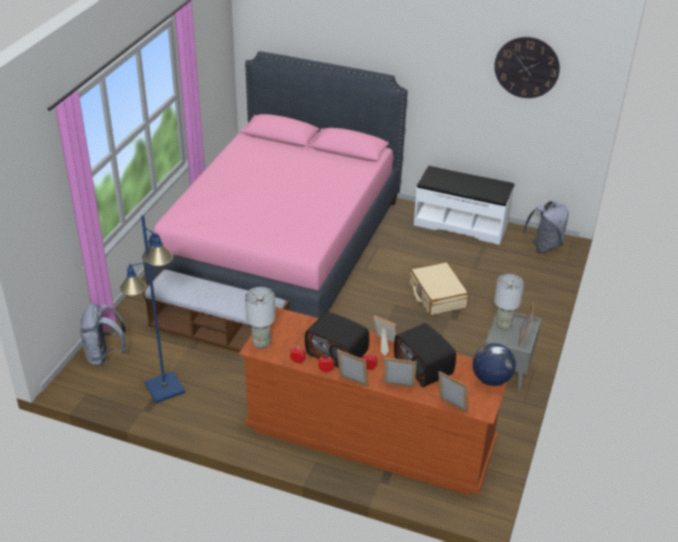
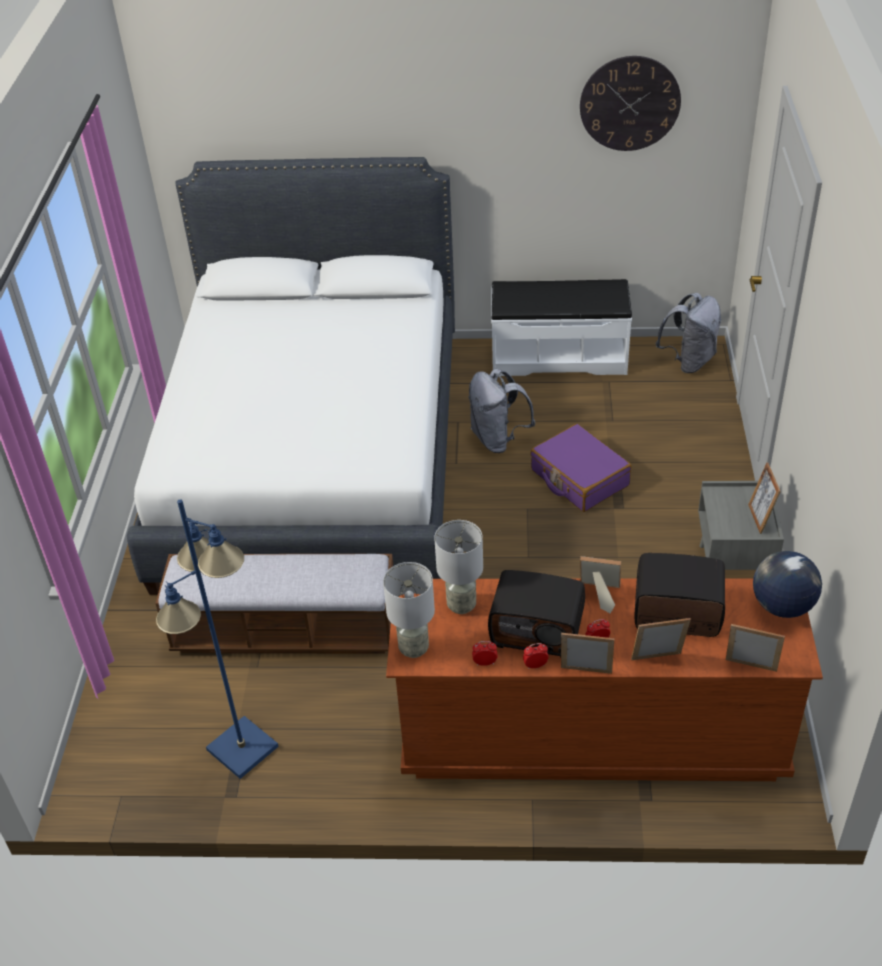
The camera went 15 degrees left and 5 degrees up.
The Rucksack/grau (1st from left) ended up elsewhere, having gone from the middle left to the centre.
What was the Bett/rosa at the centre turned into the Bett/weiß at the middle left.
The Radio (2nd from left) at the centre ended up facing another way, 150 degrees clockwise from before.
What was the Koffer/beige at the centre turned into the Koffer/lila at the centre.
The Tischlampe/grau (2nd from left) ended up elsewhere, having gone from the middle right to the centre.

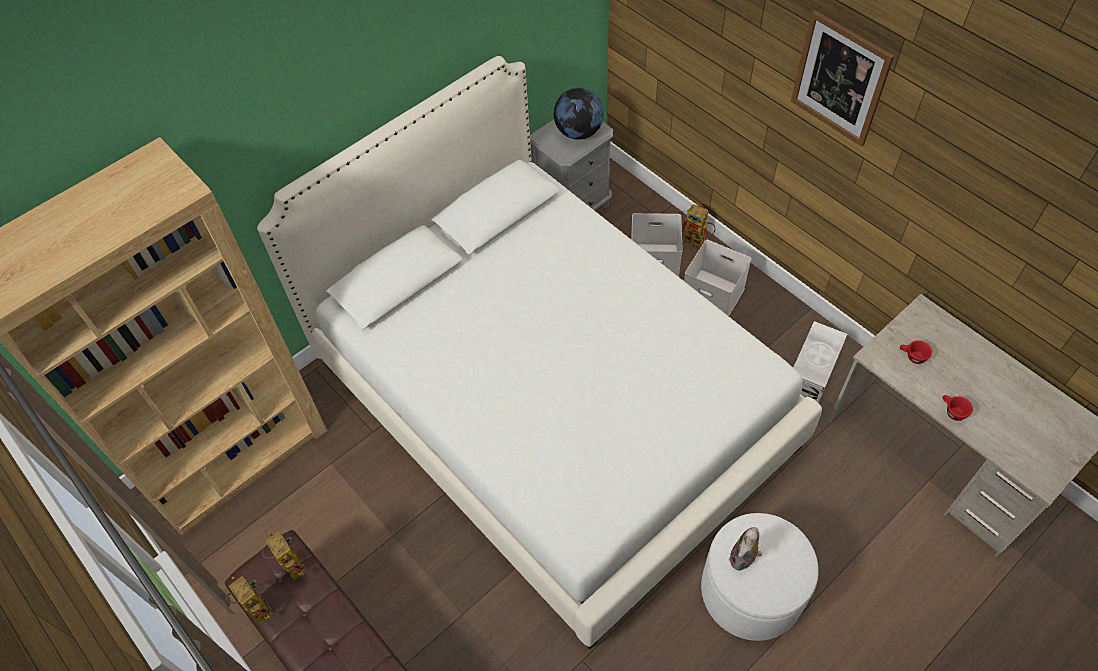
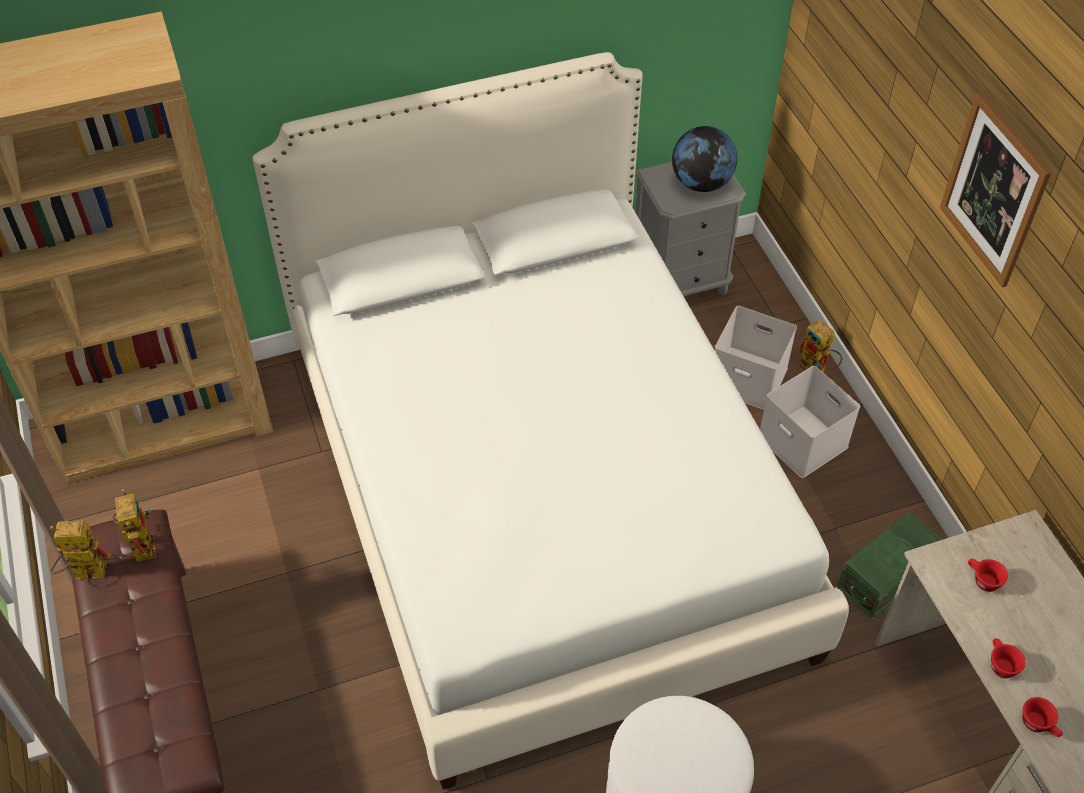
The camera went 20 degrees right and 5 degrees down.
The Spielzeugroboter (1st from left) at the bottom left ended up facing another way, 75 degrees counterclockwise from before.
The second view lost the Plüschtier at the bottom right.
What was the Aufbewahrungsbox/weiß (3rd from left) at the middle right turned into the Aufbewahrungsbox/grün at the bottom right.
The second view gained the Tasse/rot (3rd from left) at the bottom right.

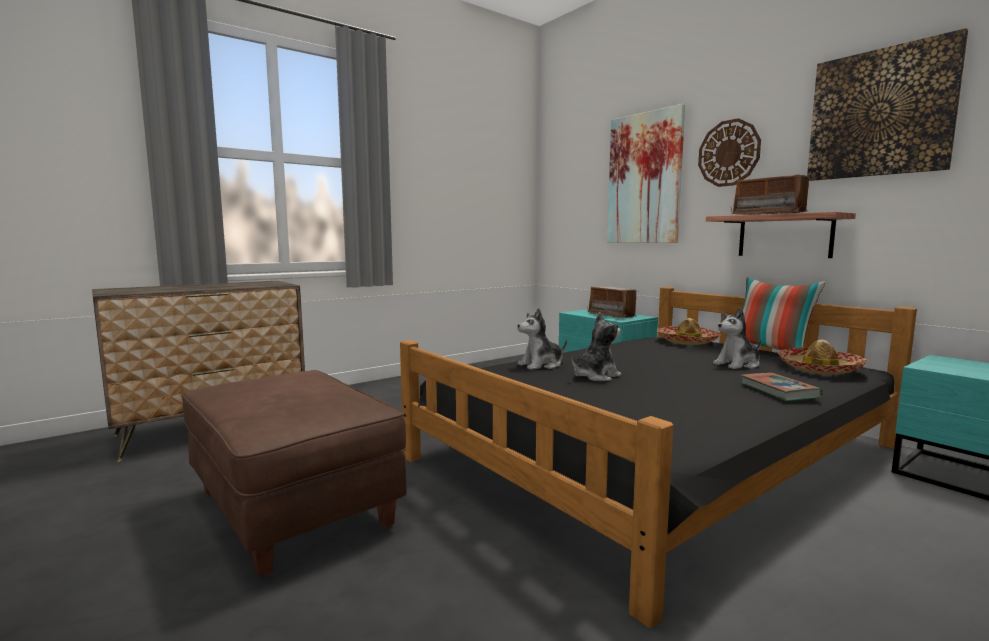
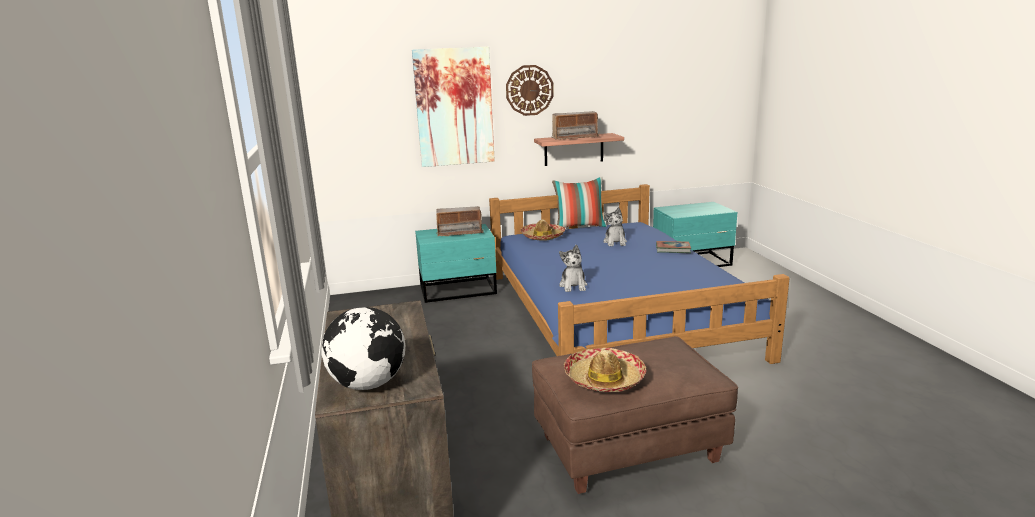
The camera went 65 degrees left and 10 degrees up.
What was the Bett/schwarz at the bottom centre turned into the Bett/blau at the centre.
The second view lost the Plüschtier (2nd from left) at the centre.
The Hut (2nd from left) ended up elsewhere, having gone from the middle right to the bottom centre.
The second view lost the Bild (2nd from left) at the top right.
The second view gained the Globus at the bottom centre.

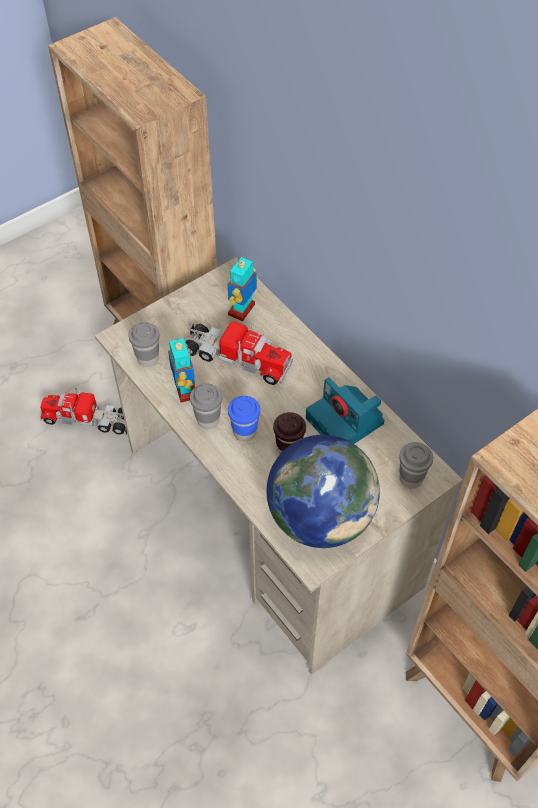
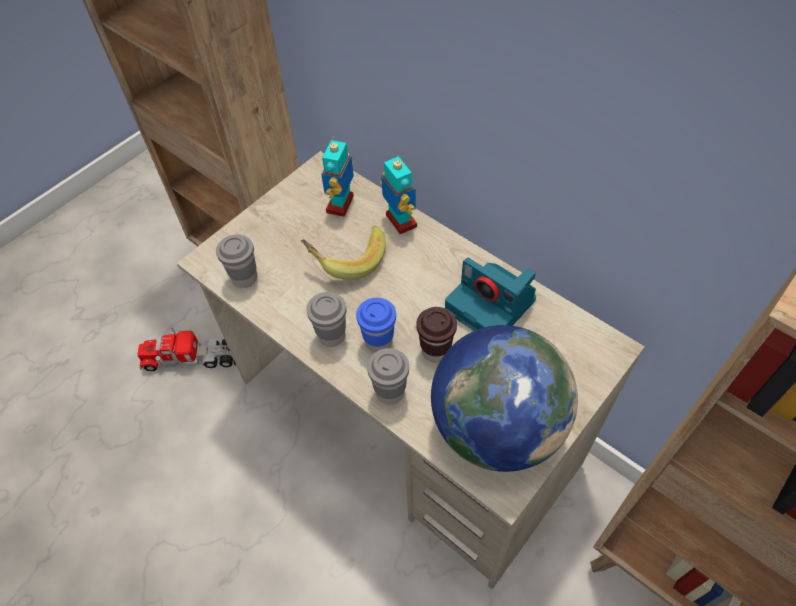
The camera went 10 degrees left and 0 degrees up.
The Spielzeugroboter (1st from left in the first image) ended up elsewhere, having gone from the centre to the top centre.
Where the Spielzeuglaster (2nd from left) stood at the centre, the Banane came to stand at the centre.
The Tasse/grau (3rd from left) ended up elsewhere, having gone from the middle right to the centre.

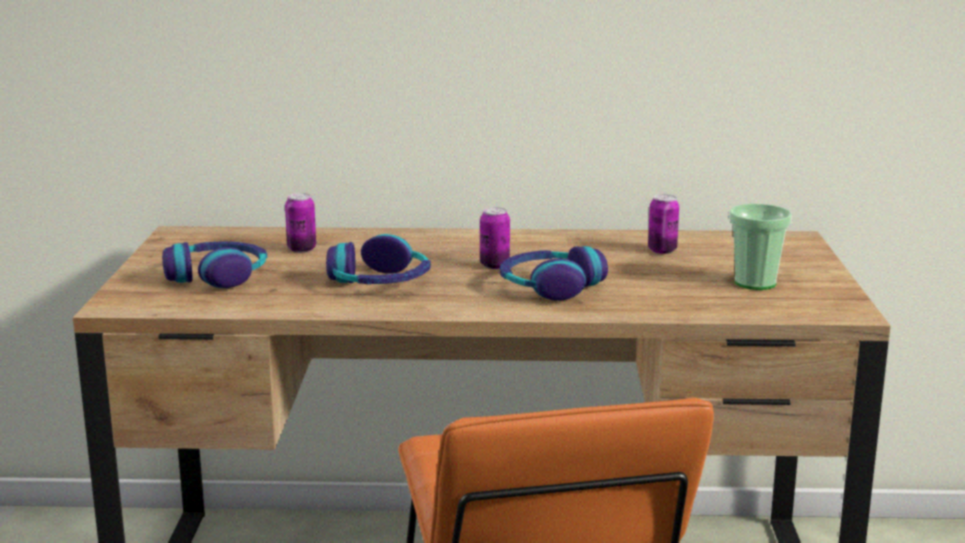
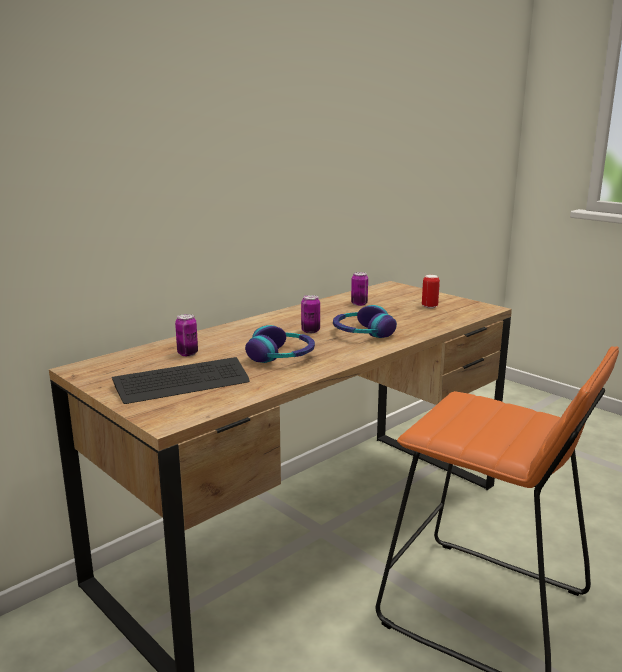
The camera went 45 degrees left and 0 degrees up.
Where the Kopfhörer (1st from left) stood at the middle left, the Tastatur came to stand at the middle left.
Where the Tasse stood at the middle right, the Dose (4th from left) came to stand at the middle right.

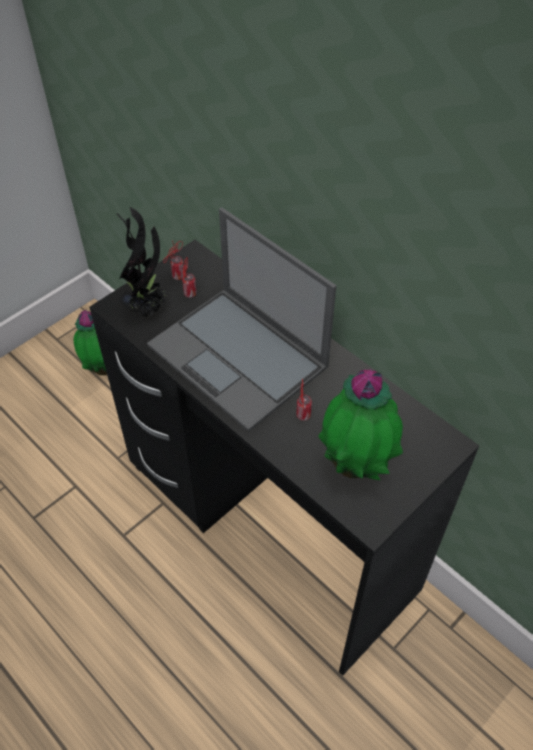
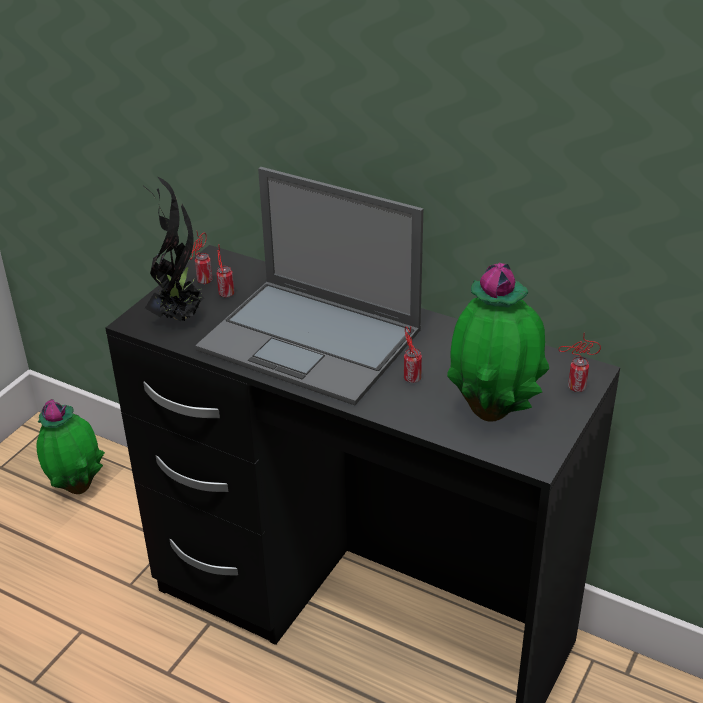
The camera went 15 degrees left and 15 degrees down.
The second view gained the Dose (4th from left) at the middle right.

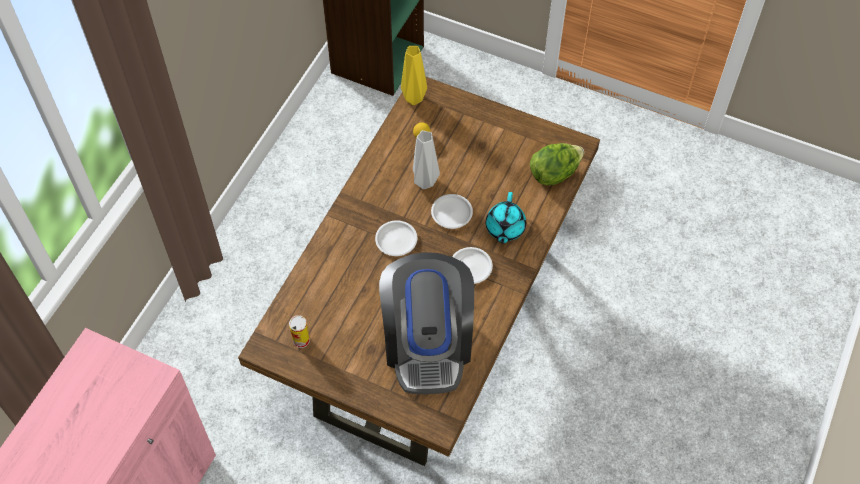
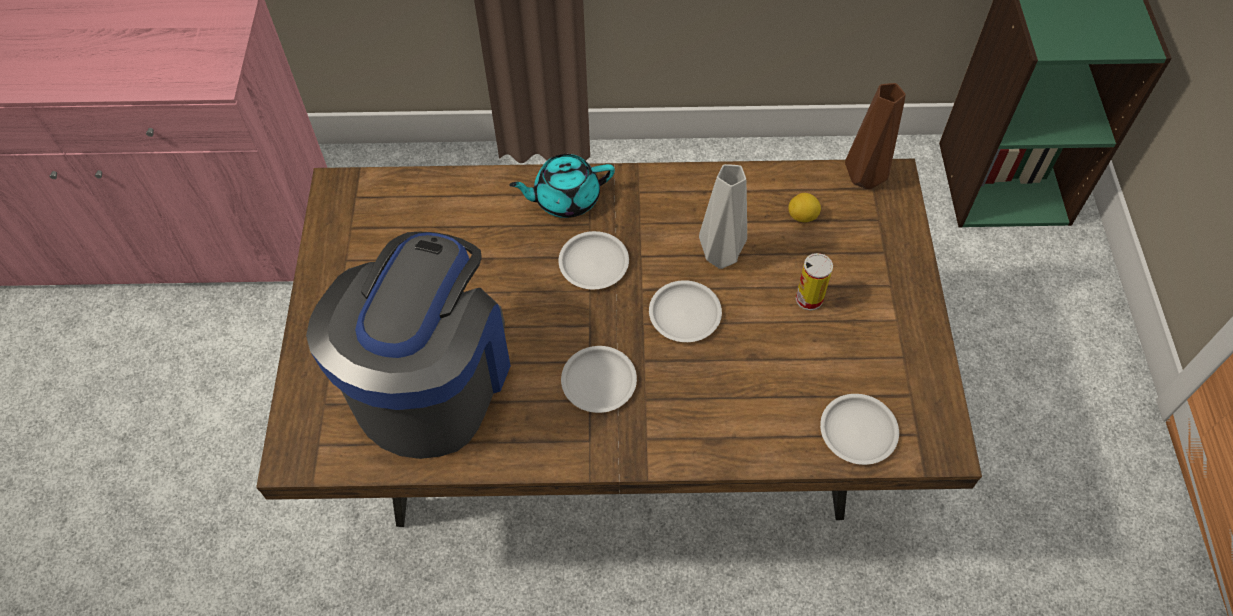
The camera went 65 degrees right and 0 degrees up.
The Dose ended up elsewhere, having gone from the bottom centre to the centre.
The Kaffeemaschine at the bottom centre ended up facing another way, 135 degrees clockwise from before.
What was the Vase/gelb at the top centre turned into the Vase/braun at the top right.
The Teekanne/türkis ended up elsewhere, having gone from the centre to the top centre.
Where the Salatkopf stood at the centre, the Teller/weiß (4th from left) came to stand at the bottom right.

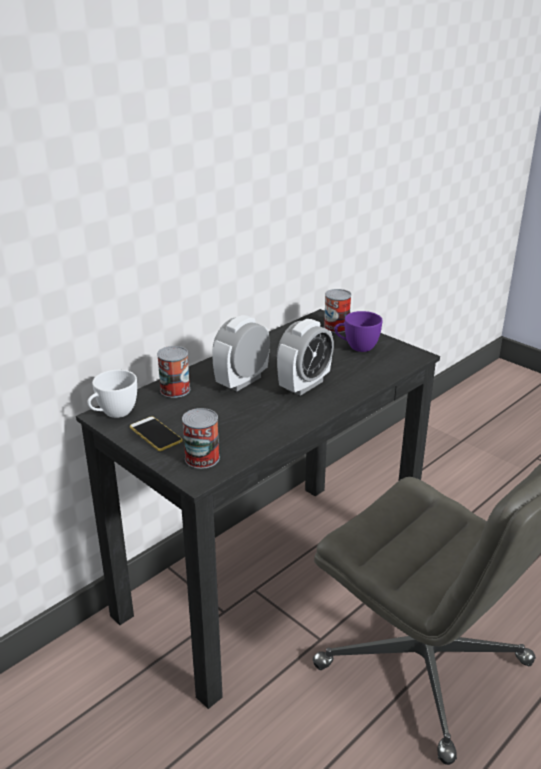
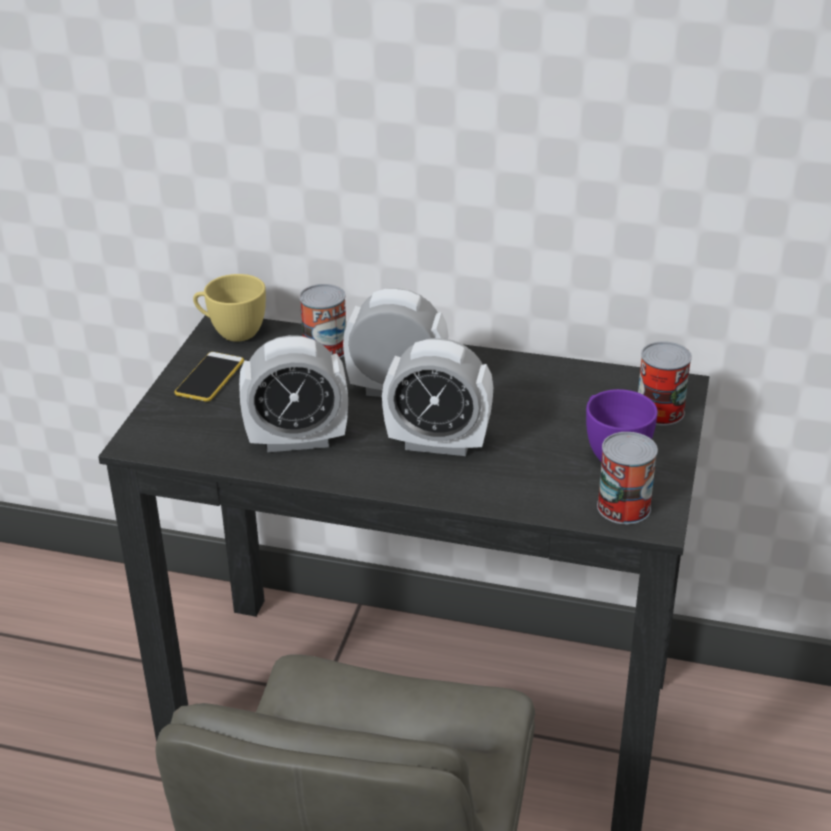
The camera went 60 degrees right and 5 degrees up.
What was the Tasse/weiß at the middle left turned into the Tasse/gelb at the middle left.
The Dose (2nd from left) ended up elsewhere, having gone from the centre to the middle right.
The second view gained the Wecker (1st from left) at the centre.

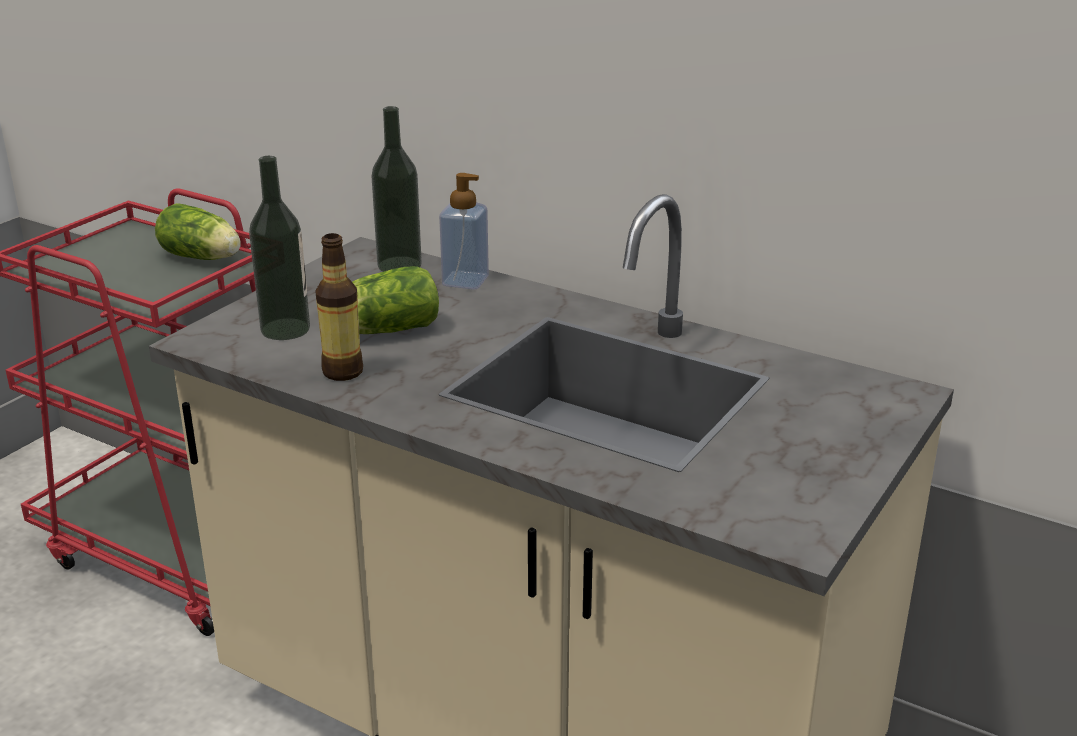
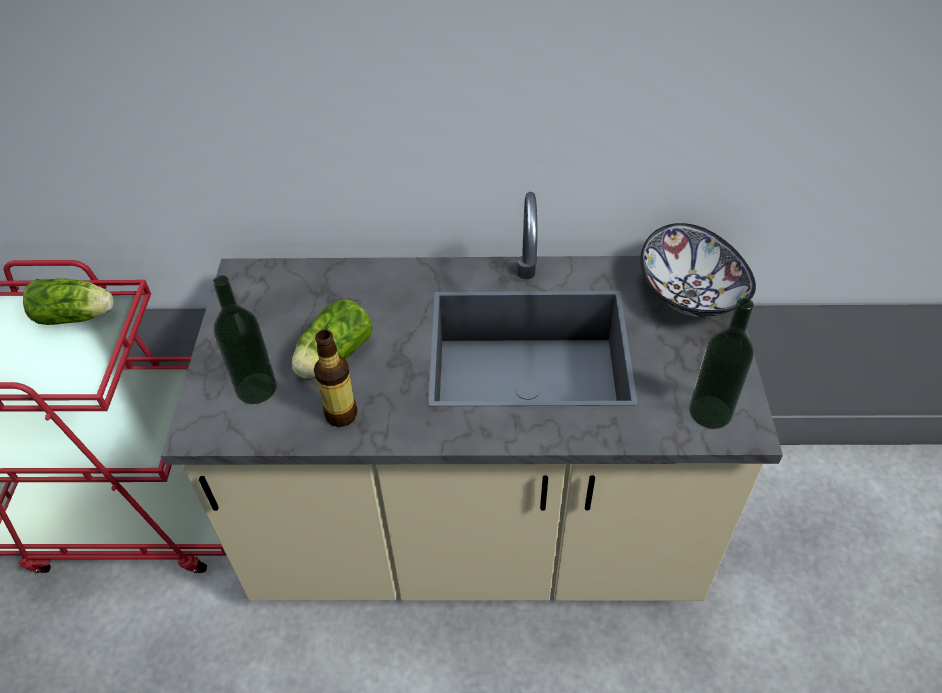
The camera went 30 degrees left and 20 degrees up.
The Flasche (3rd from left) ended up elsewhere, having gone from the top centre to the middle right.
The second view lost the Seifenspender at the top centre.
The second view gained the Schüssel at the middle right.

